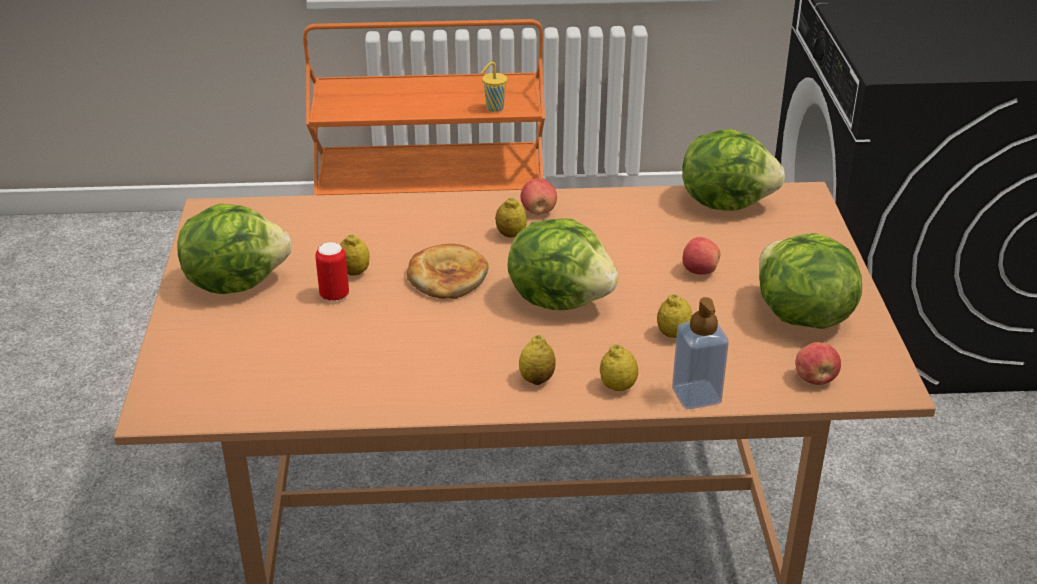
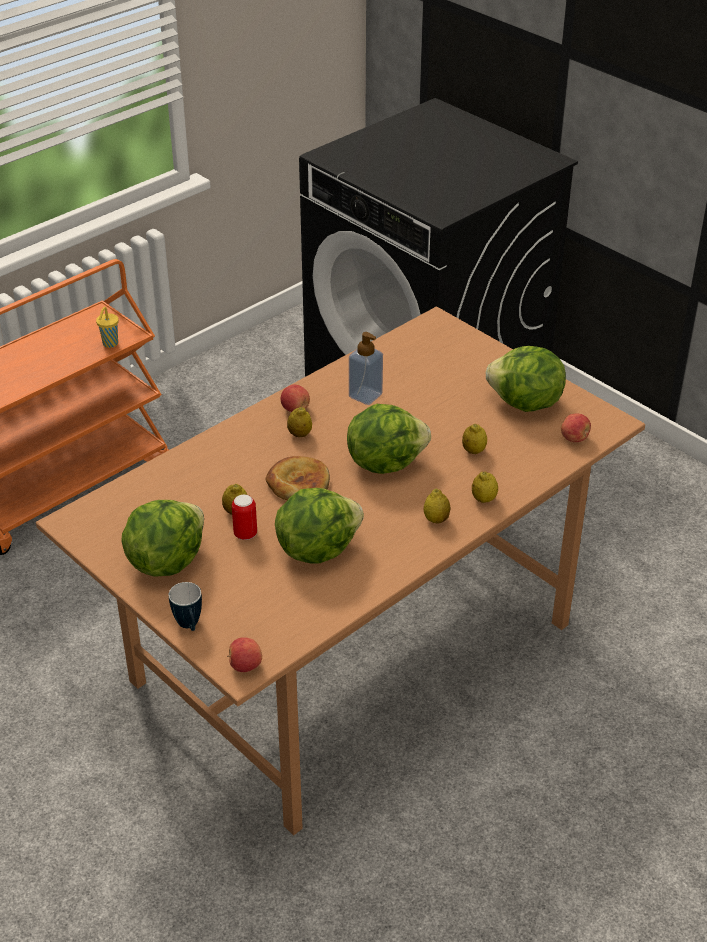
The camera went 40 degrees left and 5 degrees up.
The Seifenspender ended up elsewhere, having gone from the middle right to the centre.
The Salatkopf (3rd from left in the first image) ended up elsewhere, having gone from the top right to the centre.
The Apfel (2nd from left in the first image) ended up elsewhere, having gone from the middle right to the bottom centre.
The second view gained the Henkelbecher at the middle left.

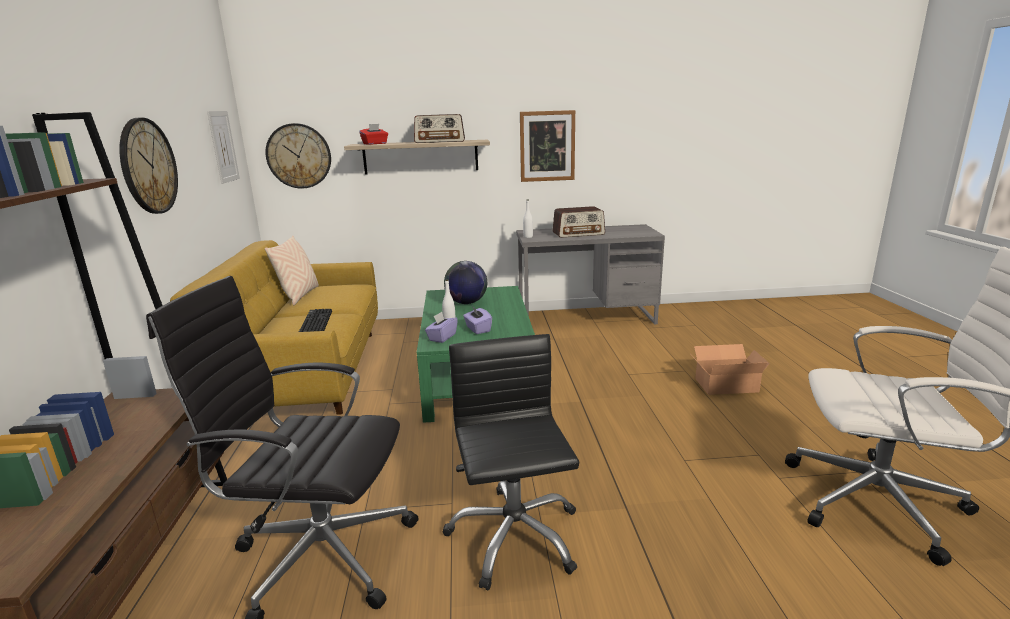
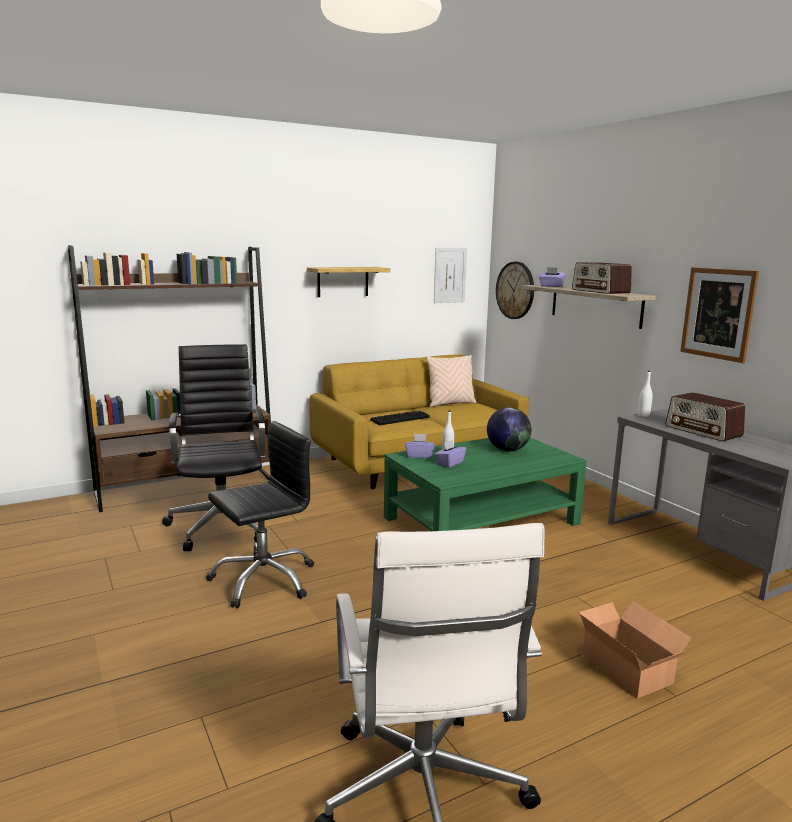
The camera went 65 degrees right and 5 degrees down.
Where the Wanduhr (1st from left) hung at the top left, the Wandregal (1st from left) came to hang at the centre.
What was the Taschentuchbox/rot at the top centre turned into the Taschentuchbox/lila (3rd from left) at the middle right.

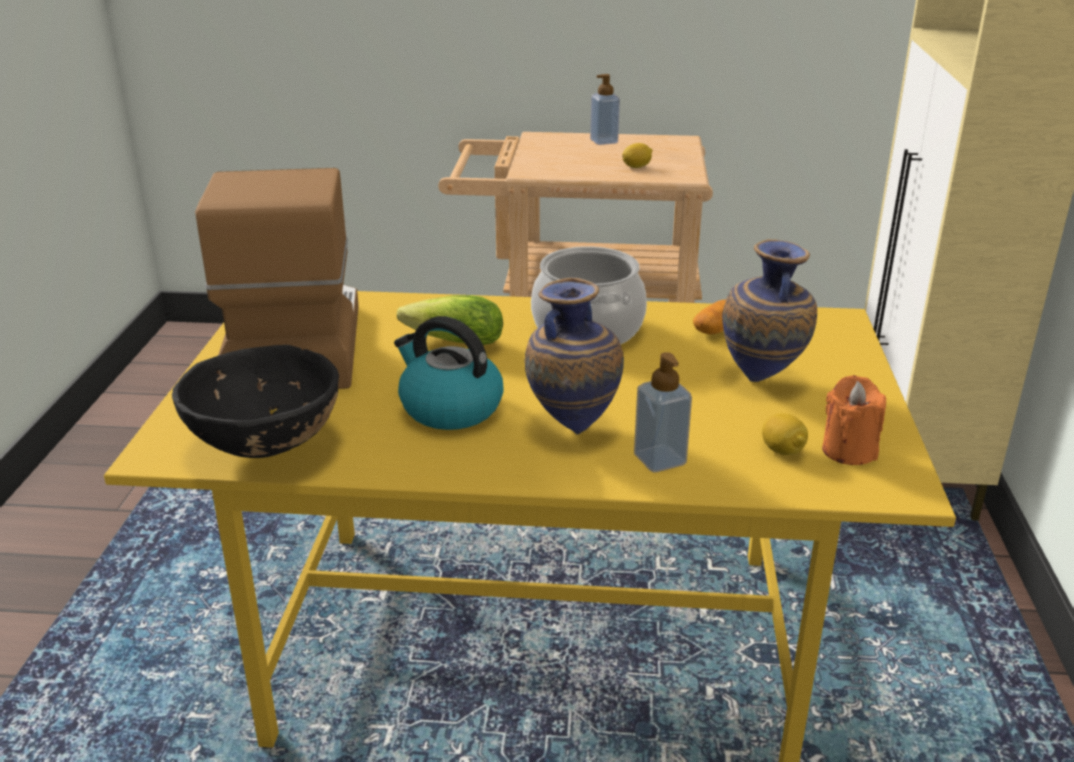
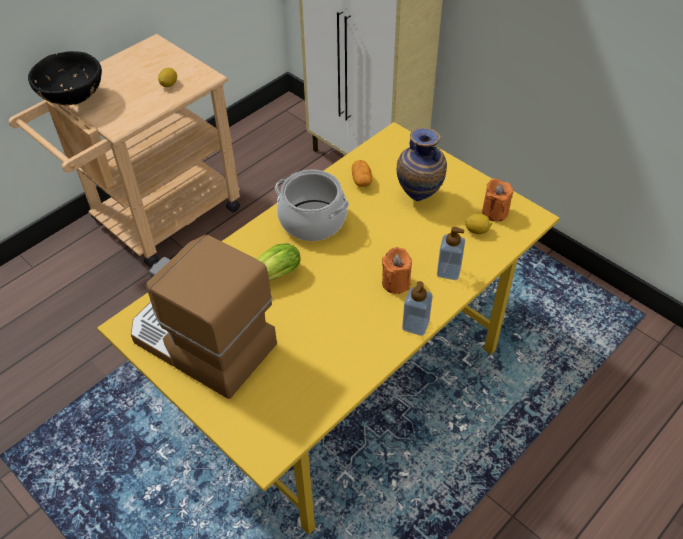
The camera went 50 degrees left and 20 degrees up.
The Schüssel/schwarz ended up elsewhere, having gone from the middle left to the top left.
The second view lost the Wasserkessel at the centre.
Where the Vase (1st from left) stood at the centre, the Kerze/orange (1st from left) came to stand at the centre.
The Seifenspender (1st from left) ended up elsewhere, having gone from the top centre to the centre.

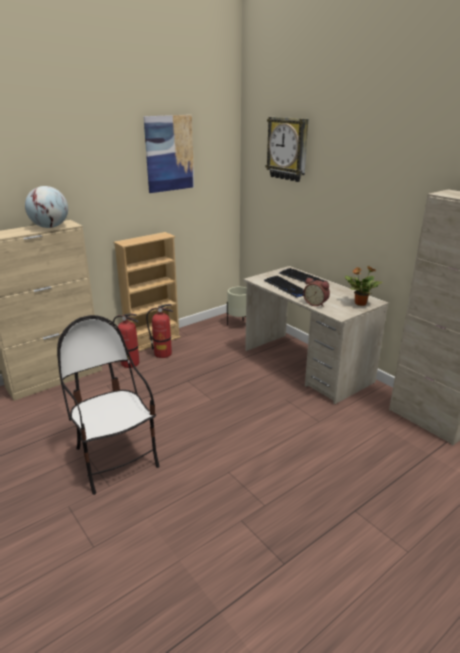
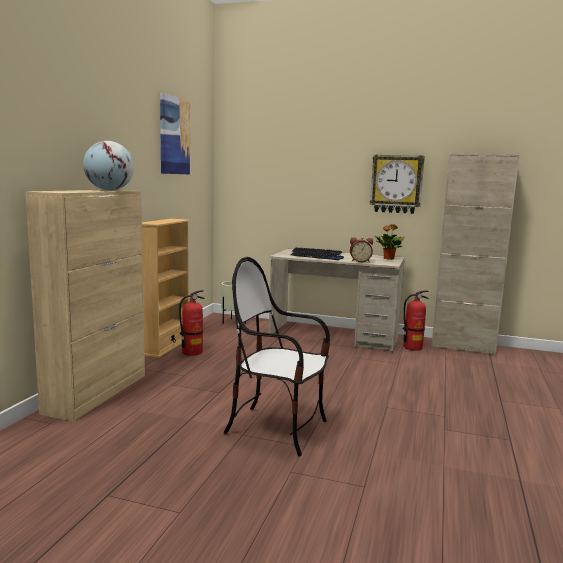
The camera went 35 degrees left and 15 degrees down.
The Feuerlöscher (1st from left in the first image) ended up elsewhere, having gone from the middle left to the middle right.
The Wanduhr ended up elsewhere, having gone from the top centre to the top right.

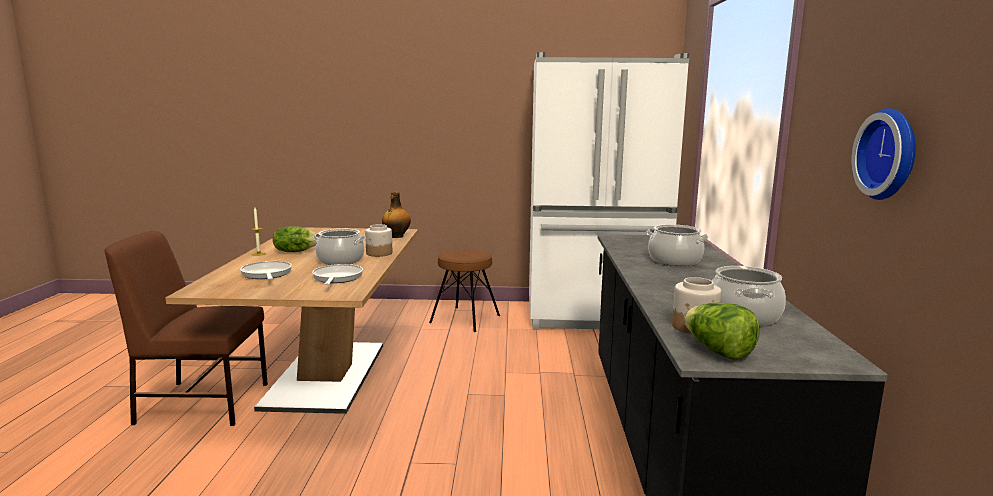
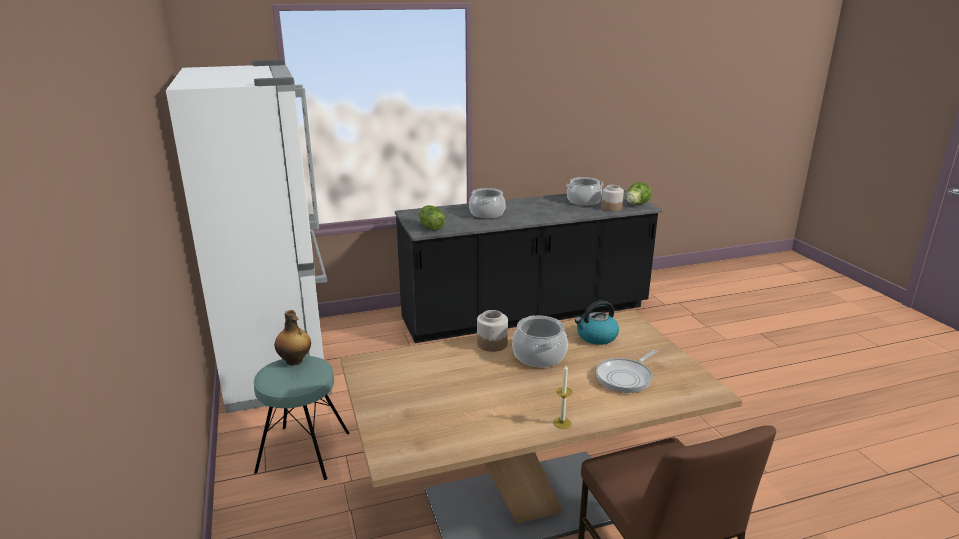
The camera went 110 degrees left and 10 degrees up.
The Salatkopf (1st from left) ended up elsewhere, having gone from the middle left to the centre.
Where the Pfanne (2nd from left) stood at the centre, the Wasserkessel came to stand at the centre.
The Flasche ended up elsewhere, having gone from the centre to the middle left.
What was the Hocker/braun at the centre turned into the Hocker/türkis at the bottom left.
The second view lost the Wanduhr at the top right.

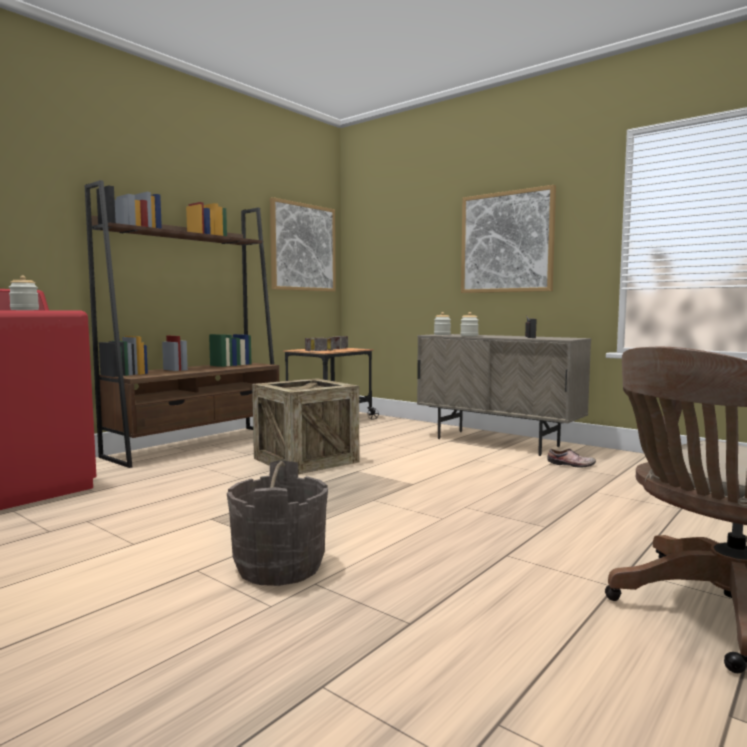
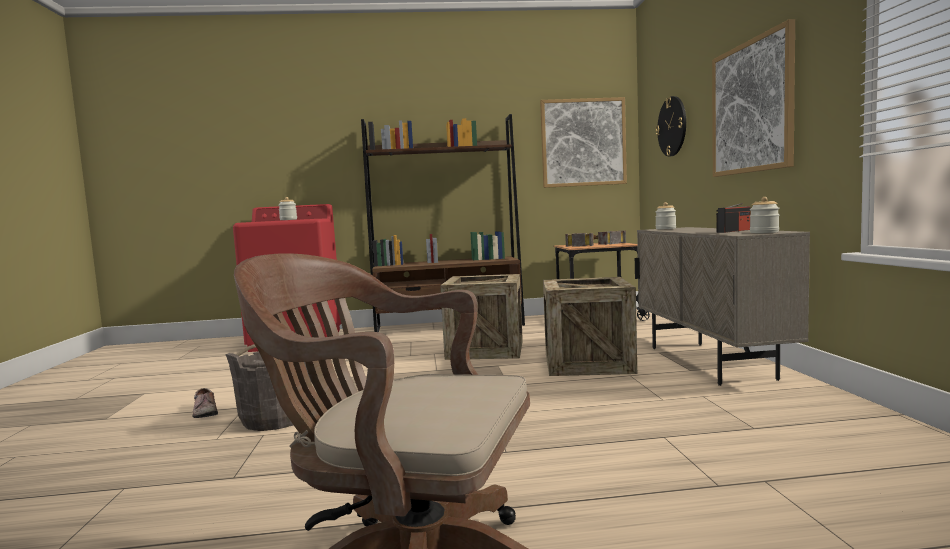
The camera went 45 degrees right and 0 degrees up.
The Vorratsglas (3rd from left) ended up elsewhere, having gone from the centre to the middle right.
The Schuh ended up elsewhere, having gone from the middle right to the bottom left.
The second view gained the Kiste (2nd from left) at the centre.
The second view gained the Wanduhr at the top right.

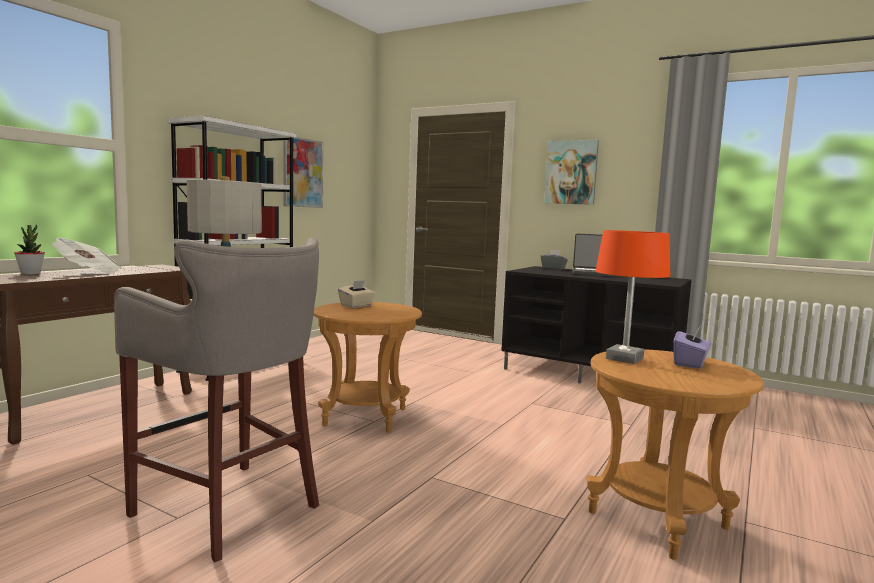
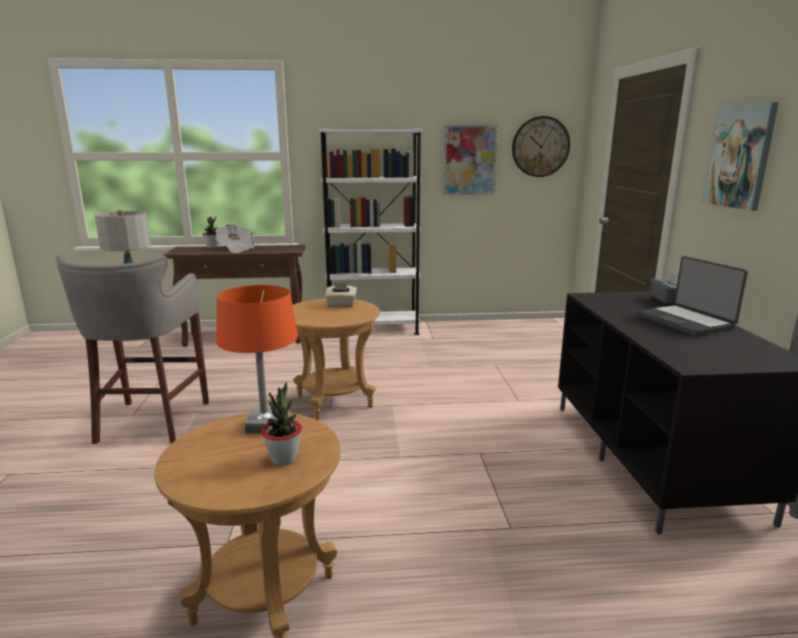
The camera went 55 degrees right and 10 degrees up.
Where the Taschentuchbox/lila stood at the middle right, the Topfpflanze (2nd from left) came to stand at the centre.
The second view gained the Wanduhr at the top right.

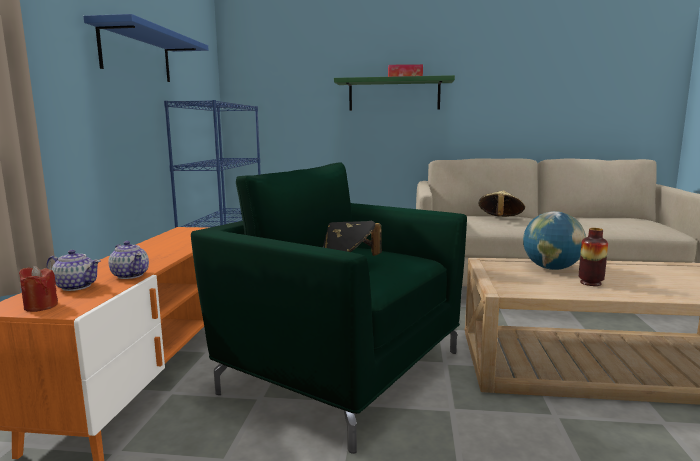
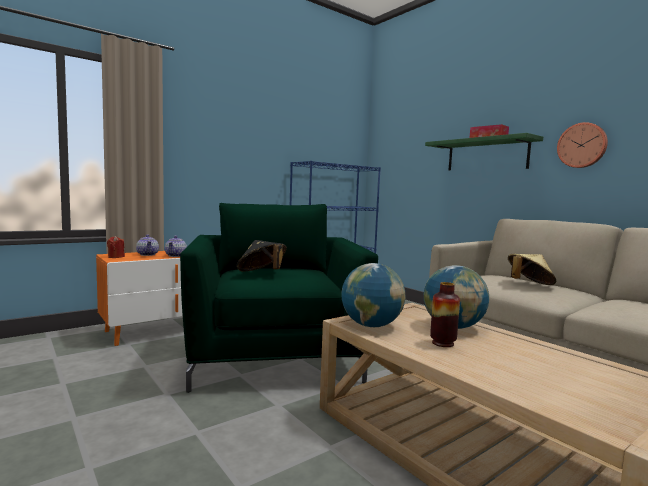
The camera went 45 degrees right and 5 degrees down.
The second view lost the Wandregal/blau at the top left.
The second view gained the Globus (1st from left) at the centre.
The second view gained the Wanduhr at the top right.

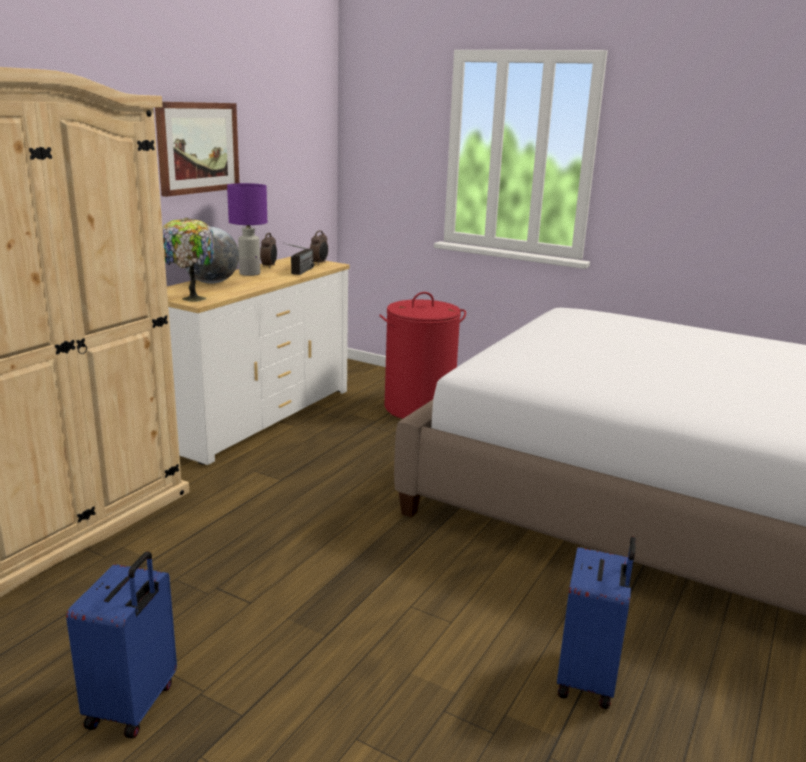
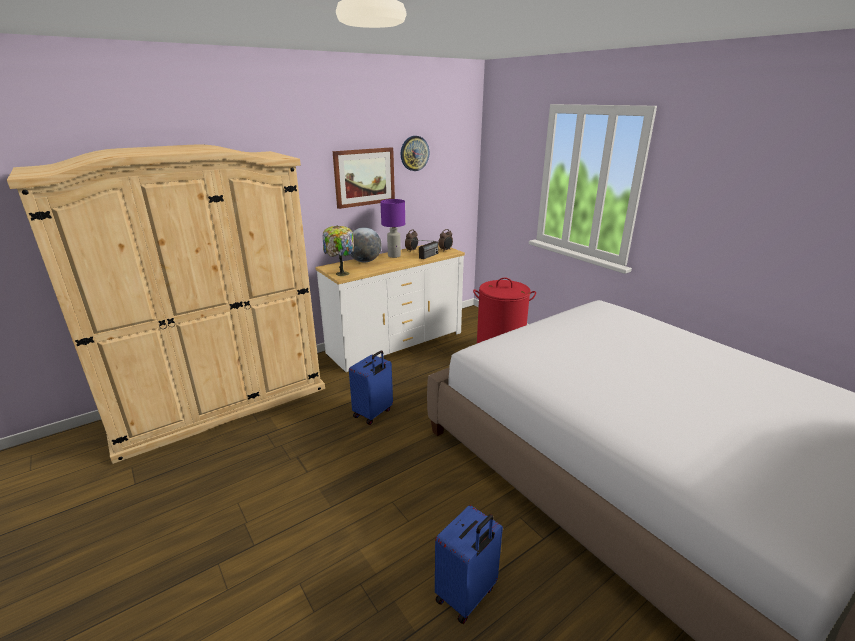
The camera went 25 degrees right and 5 degrees up.
The Koffer/blau (1st from left) ended up elsewhere, having gone from the bottom left to the centre.
The second view gained the Wanduhr at the top centre.

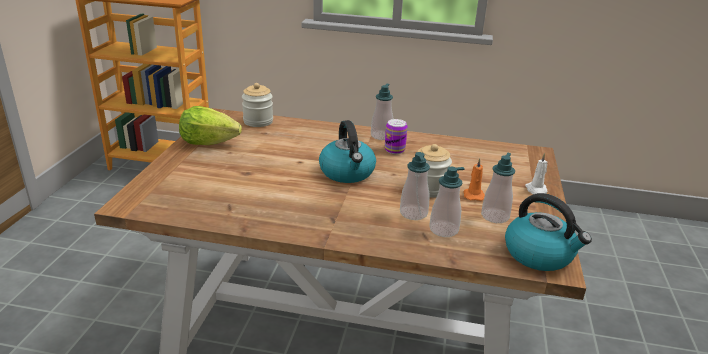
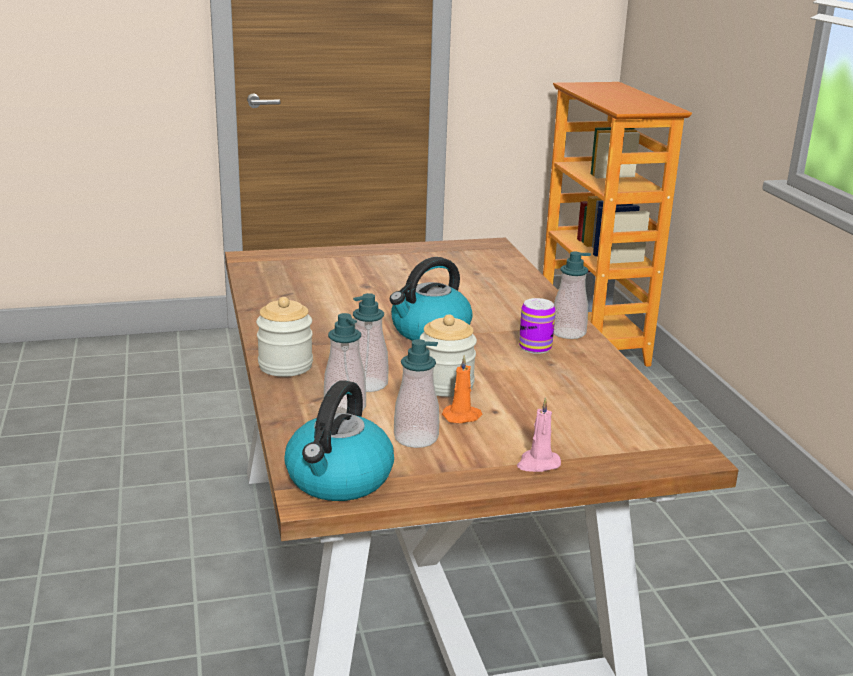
The camera went 65 degrees right and 5 degrees down.
The second view lost the Salatkopf at the middle left.
The Vorratsglas (1st from left) ended up elsewhere, having gone from the top centre to the middle left.
What was the Kerze/weiß at the middle right turned into the Kerze/rosa at the centre.

